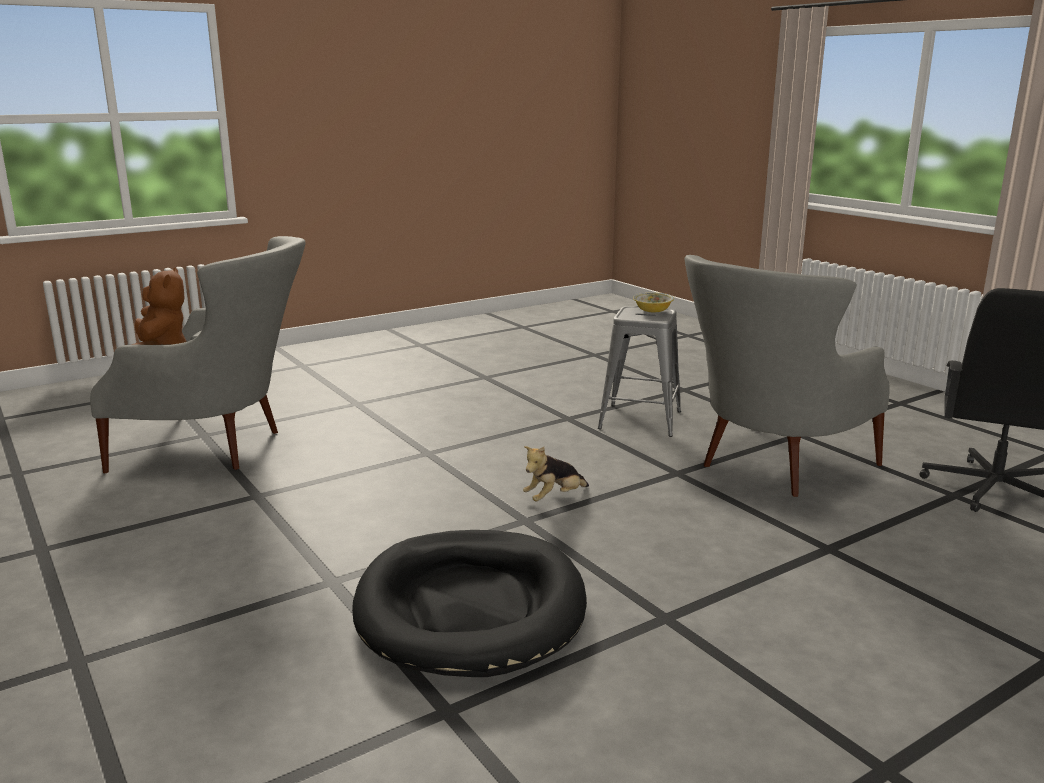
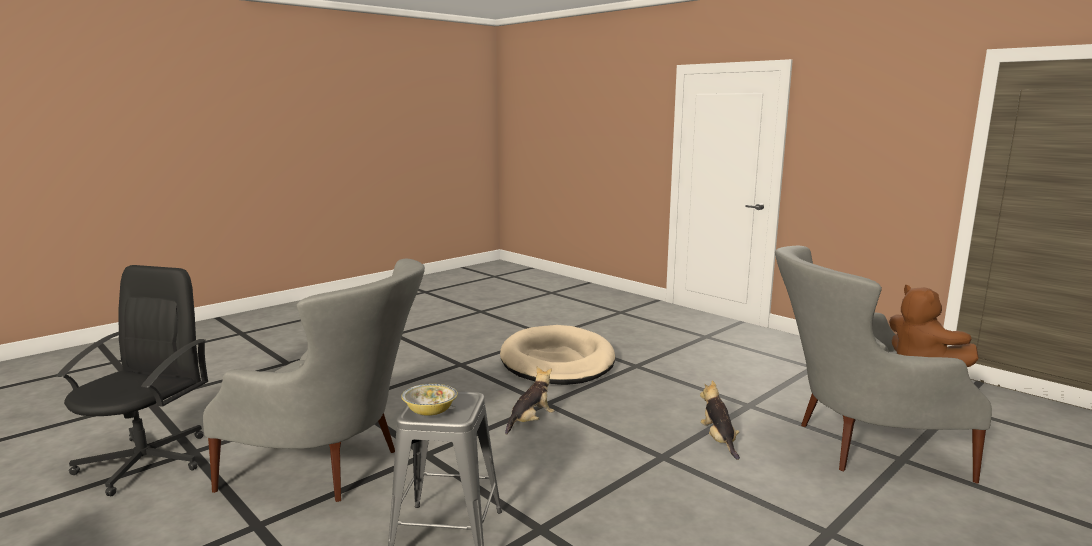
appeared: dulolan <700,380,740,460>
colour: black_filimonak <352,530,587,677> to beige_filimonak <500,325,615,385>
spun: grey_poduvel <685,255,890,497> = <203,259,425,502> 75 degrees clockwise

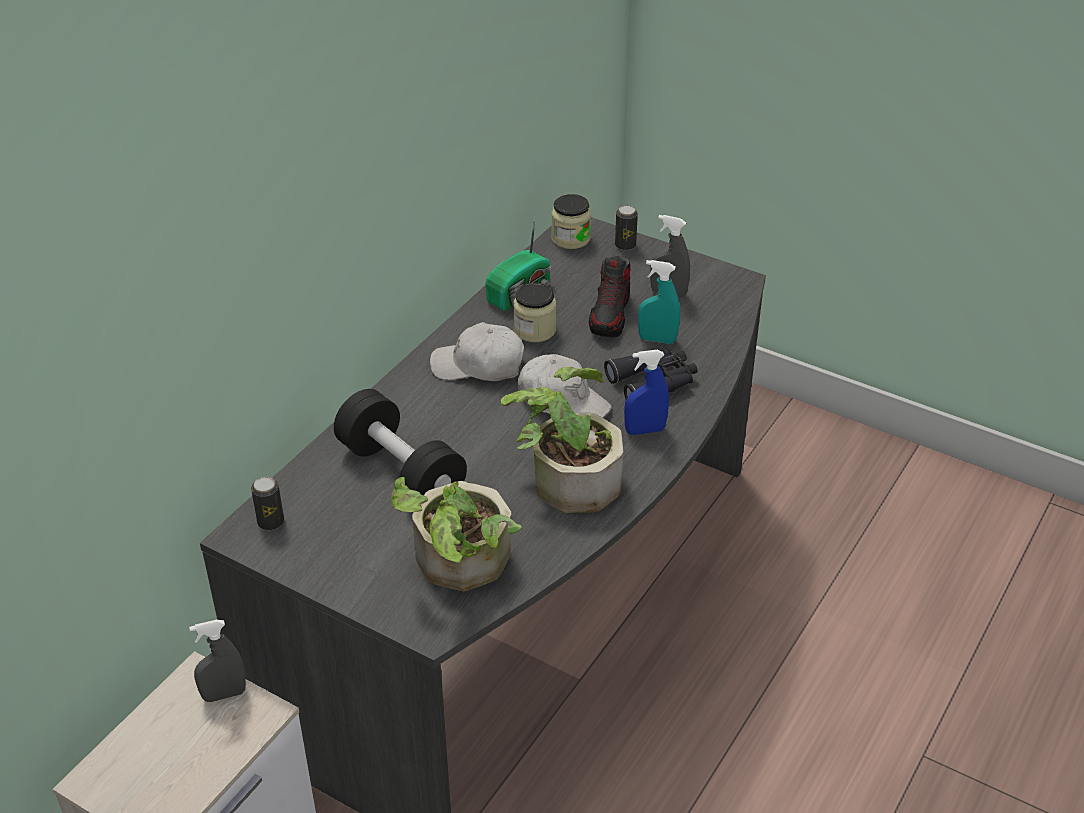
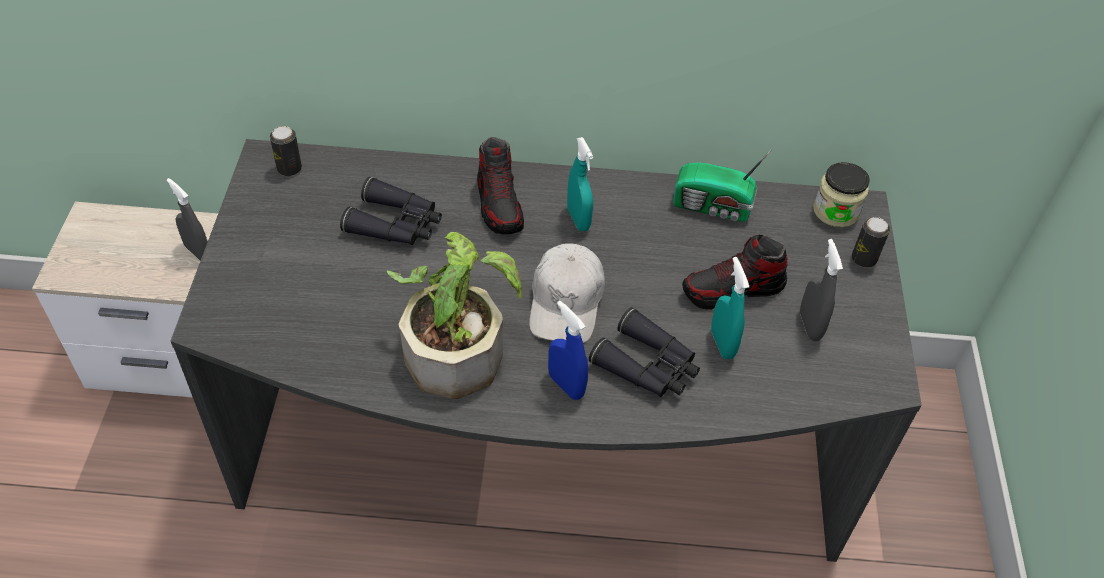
missing: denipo <391,477,522,592>; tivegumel <513,283,556,342>
appeared: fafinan <477,137,524,234>
exchanged: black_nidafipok <334,389,467,495> to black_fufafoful <340,177,442,245>; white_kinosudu <430,322,524,381> to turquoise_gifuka <567,137,593,231>

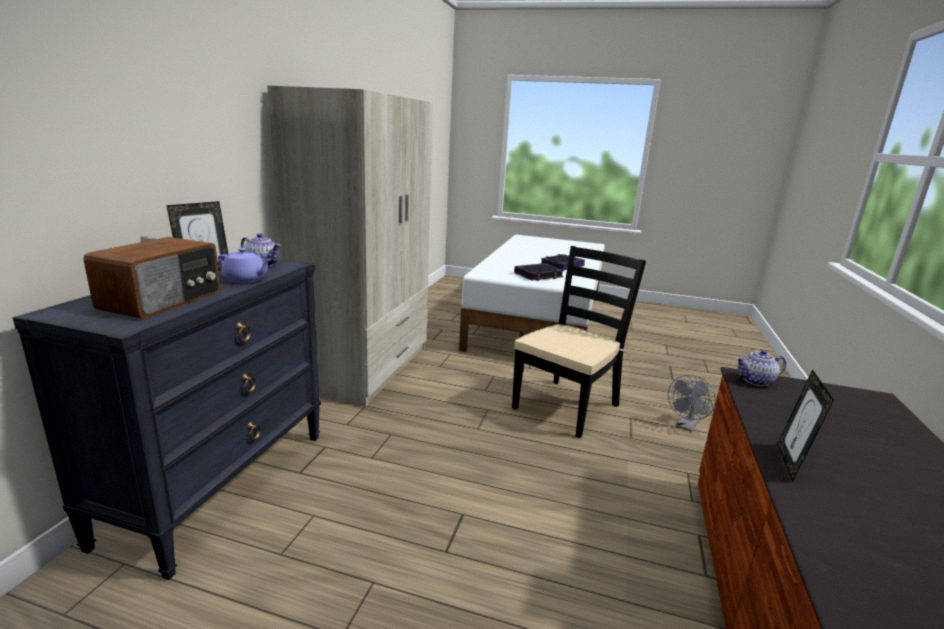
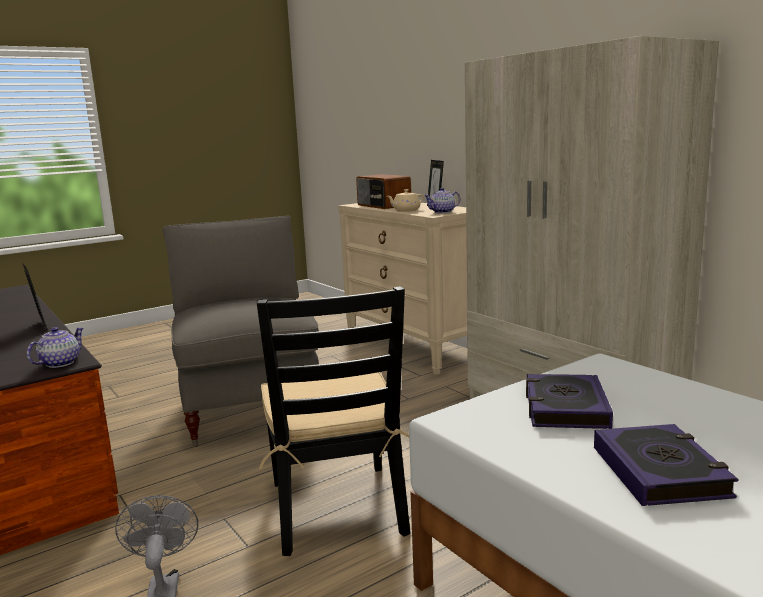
appeared: grey_poduvel <163,216,319,447>
colour: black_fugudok <13,259,321,580> to beige_fugudok <338,203,467,375>; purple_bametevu <218,248,272,283> to beige_bametevu <387,189,424,212>

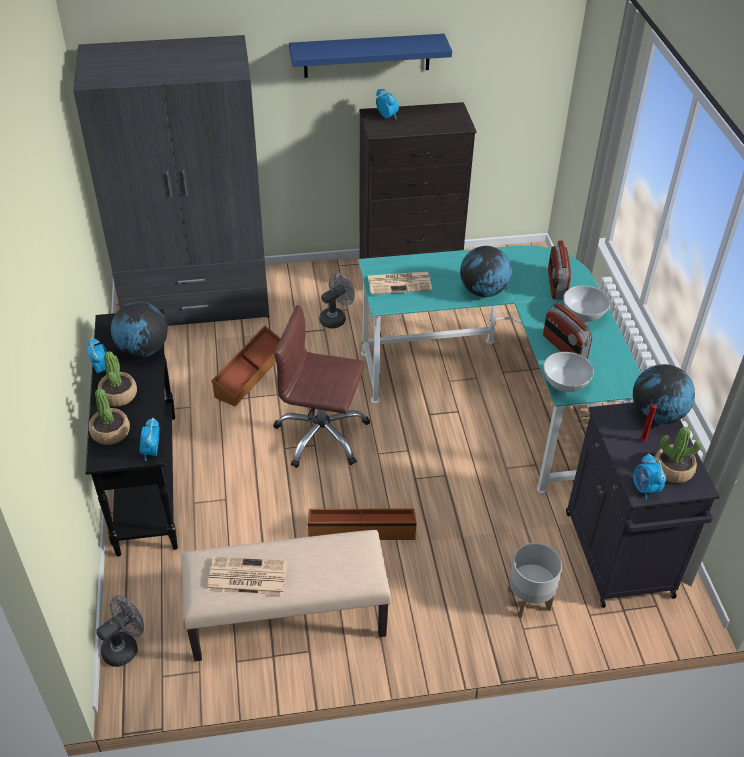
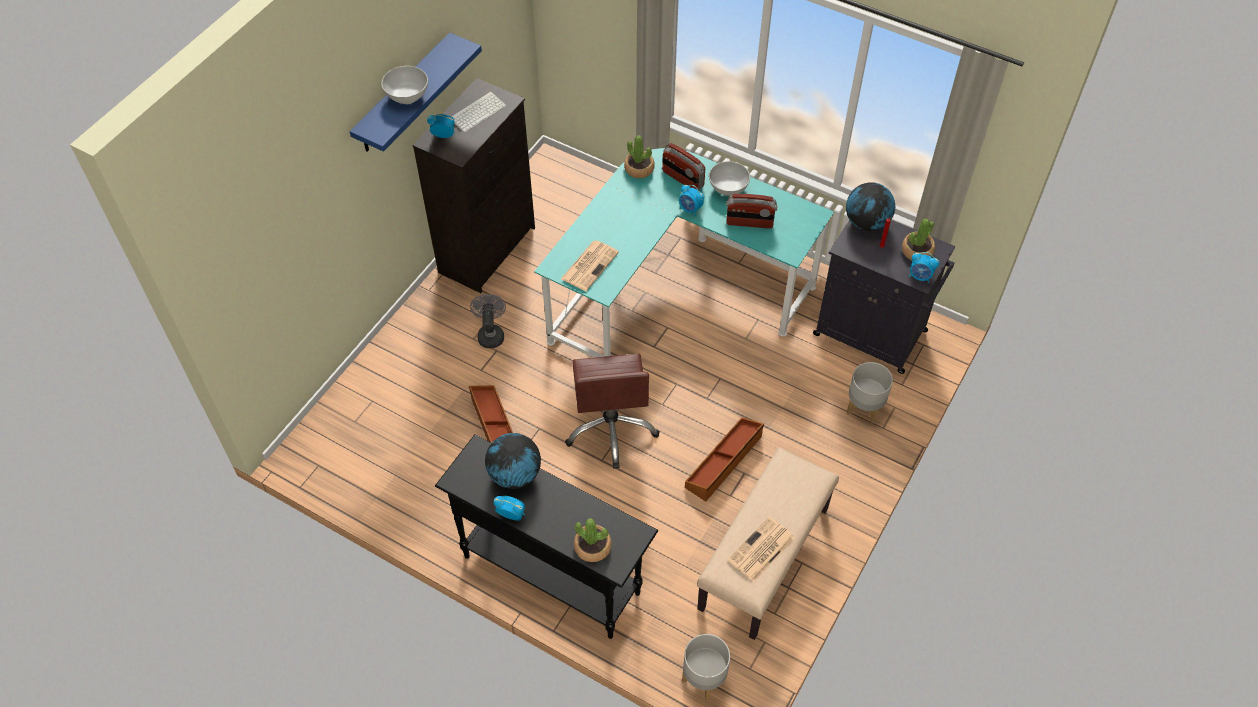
missing: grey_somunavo <73,35,269,326>; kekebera <460,246,511,297>
appeared: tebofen <452,92,506,133>
relocated: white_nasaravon <543,352,594,392> to <381,66,428,104>; denipo <98,351,137,407> to <624,135,655,178>; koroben <139,417,160,461> to <679,184,704,216>
exchanged: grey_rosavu <96,595,144,667> to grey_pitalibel <682,634,730,700>
spun: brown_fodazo <273,305,370,468> = <565,353,660,469> 60 degrees counterclockwise

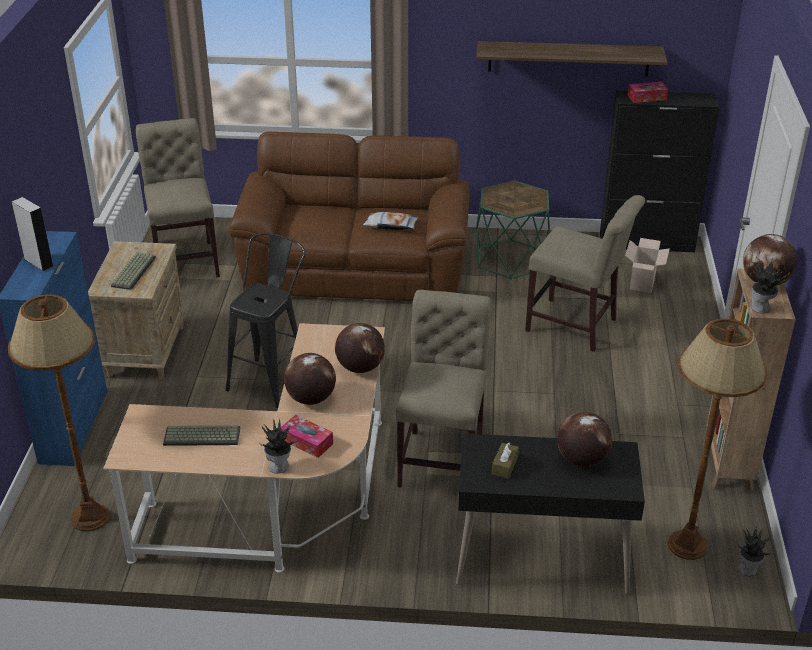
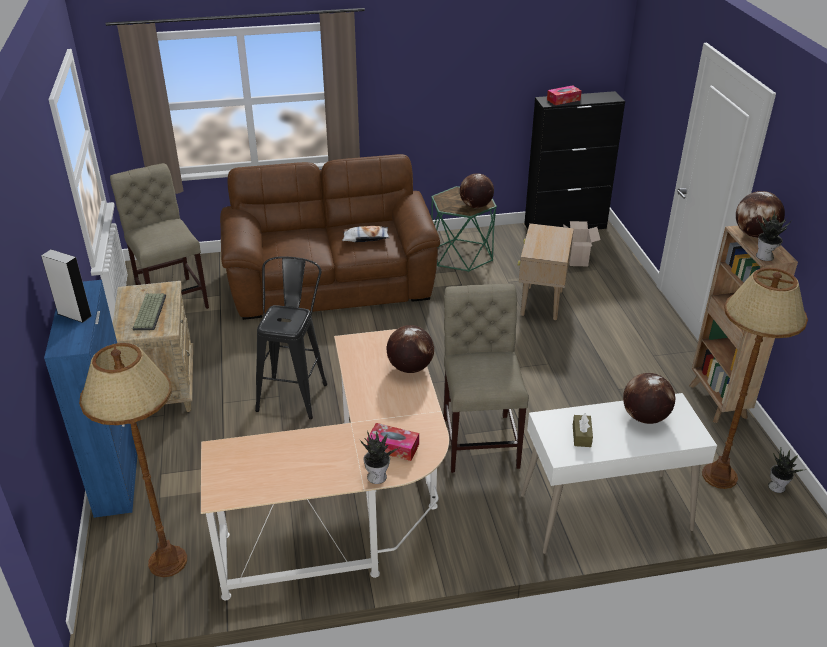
missing: tebofen <163,425,240,446>; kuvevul <477,41,667,76>
relocated: kekebera <284,353,336,405> to <460,173,494,208>
exchanged: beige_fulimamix <525,195,645,352> to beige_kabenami <518,223,574,320>
colour: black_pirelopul <456,433,645,595> to white_pirelopul <521,393,717,554>

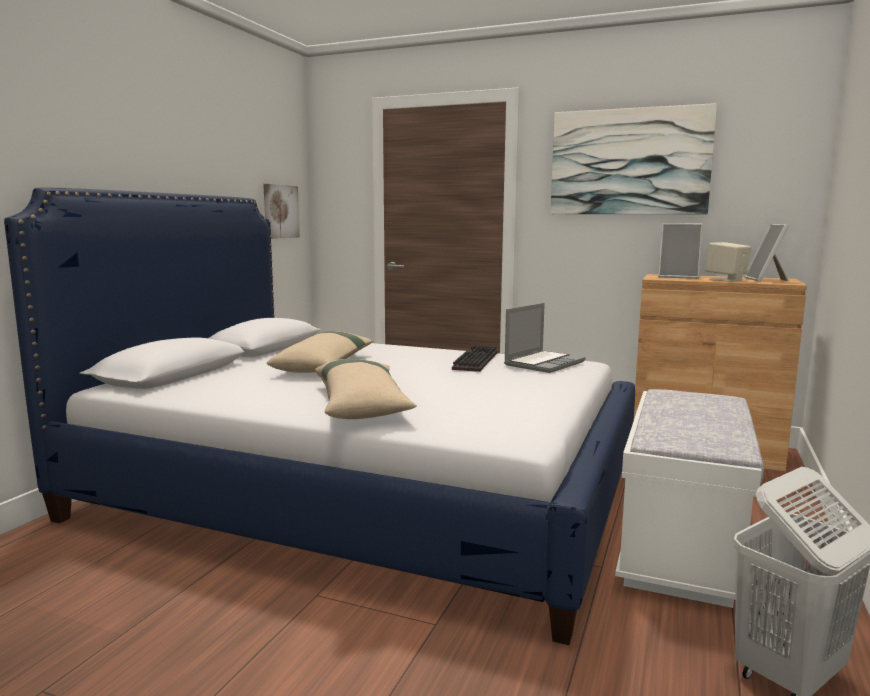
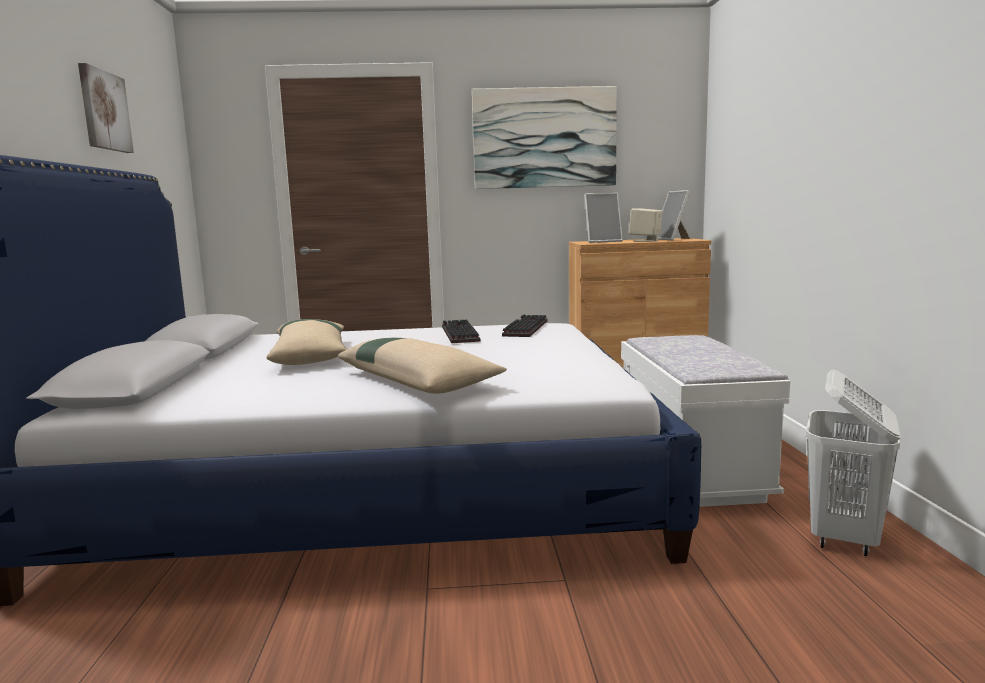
relocated: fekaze <263,184,300,239> to <78,63,134,153>
exchanged: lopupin <504,303,586,373> to tebofen <502,315,547,337>

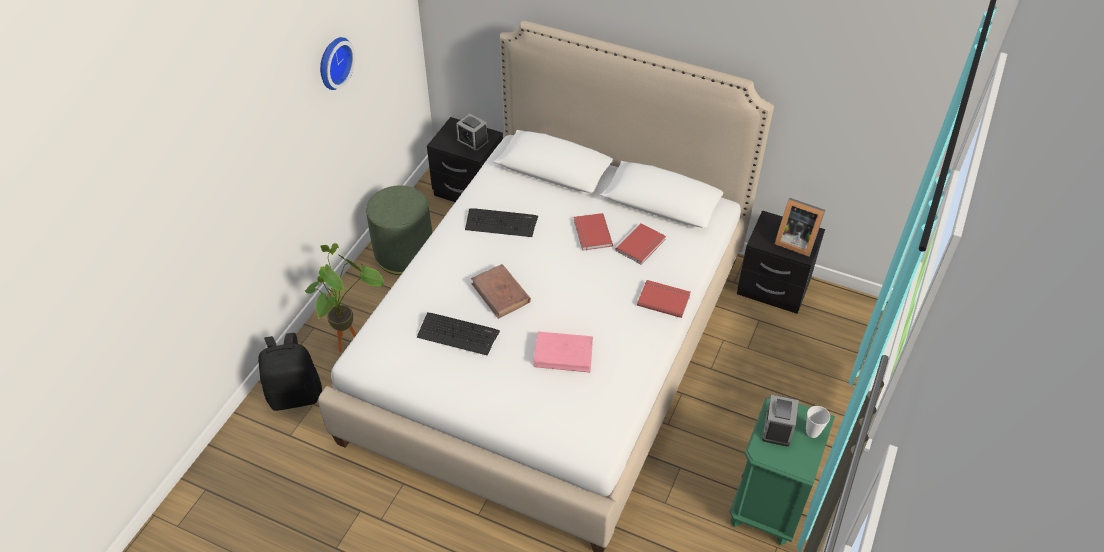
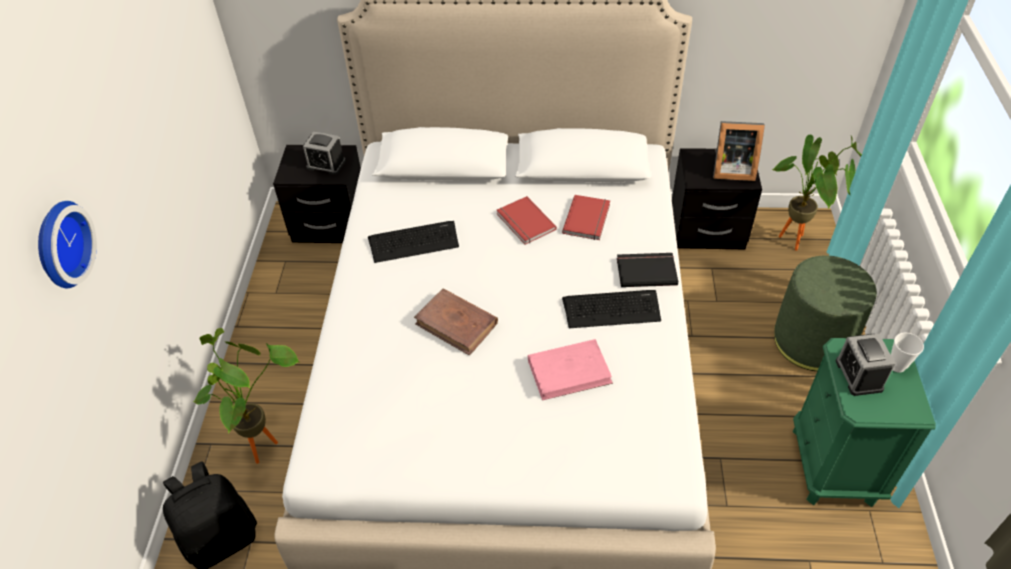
appeared: denipo <772,135,862,250>
relocated: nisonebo <320,37,355,90> to <38,201,97,288>; tebofen <417,313,500,355> to <562,290,661,328>; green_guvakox <366,185,432,275> to <774,256,877,371>
colour: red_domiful <637,280,691,318> to black_domiful <617,253,678,287>

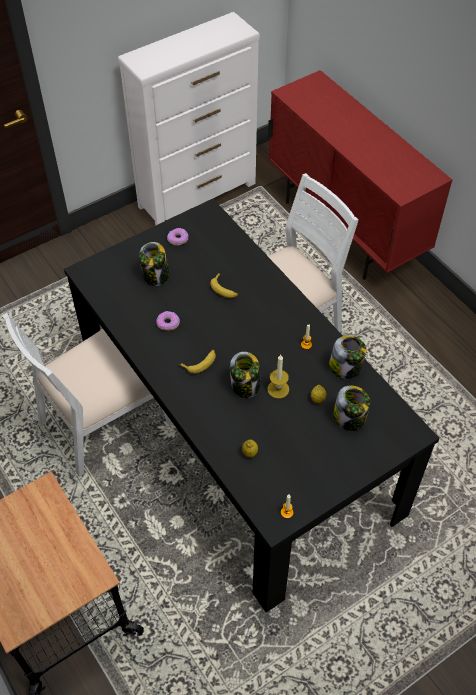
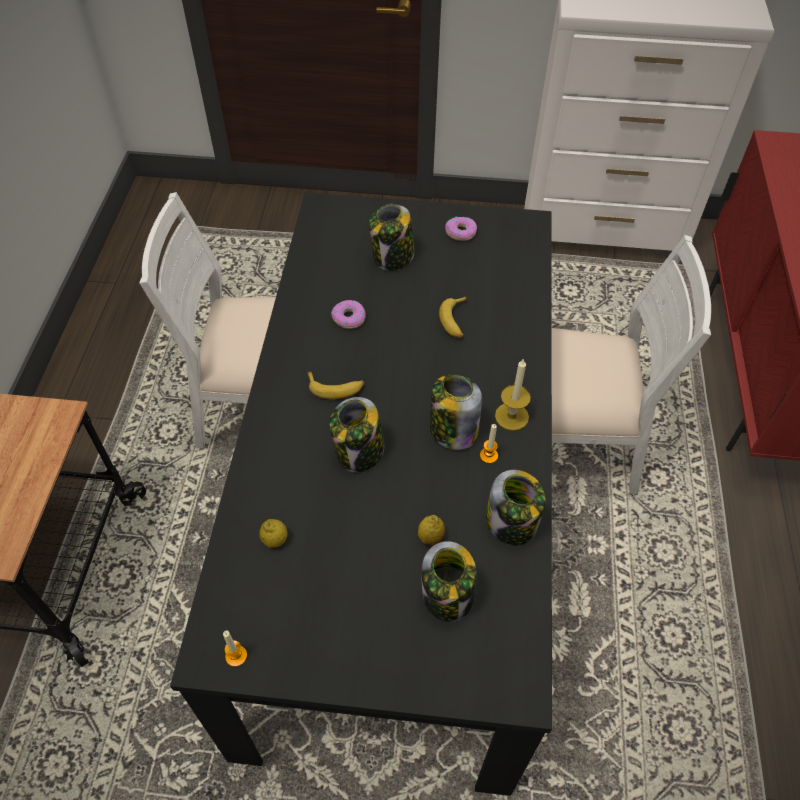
appeared: tivegumel <430,374,482,450>
relocated: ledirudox <267,355,289,399> to <495,358,531,431>

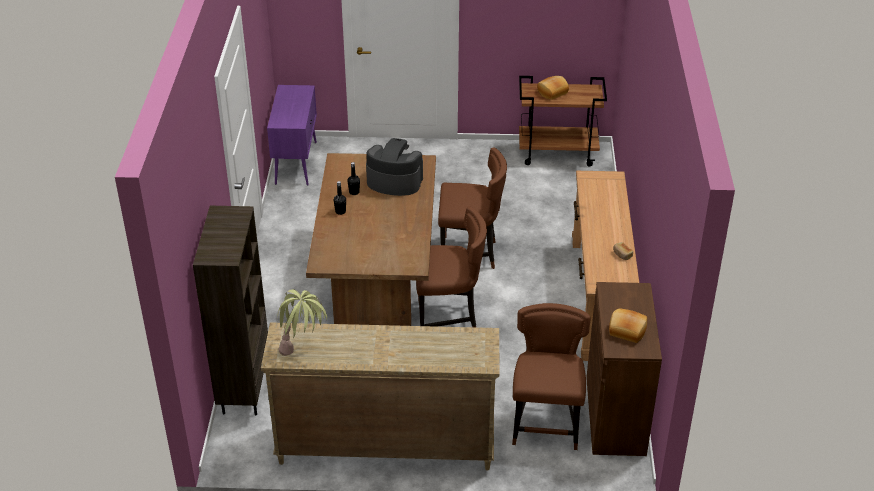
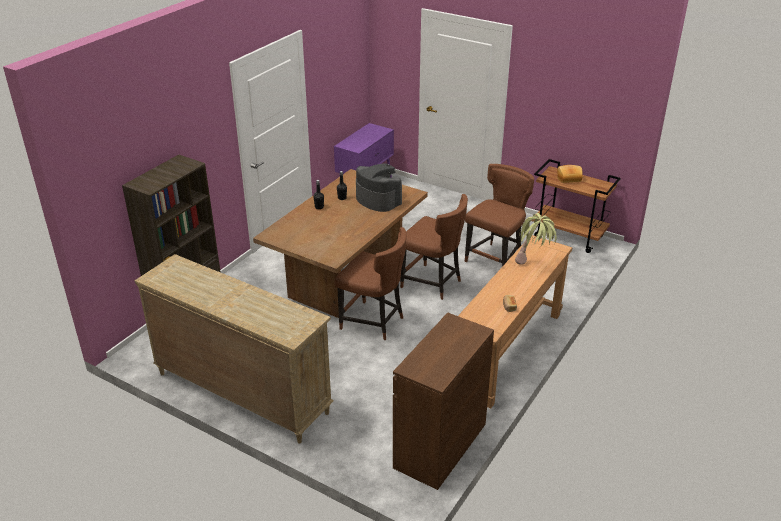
missing: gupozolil <609,308,647,343>
relocated: brown_fulimamix <512,303,591,450> to <465,164,534,266>; denipo <277,289,327,356> to <515,213,557,265>

